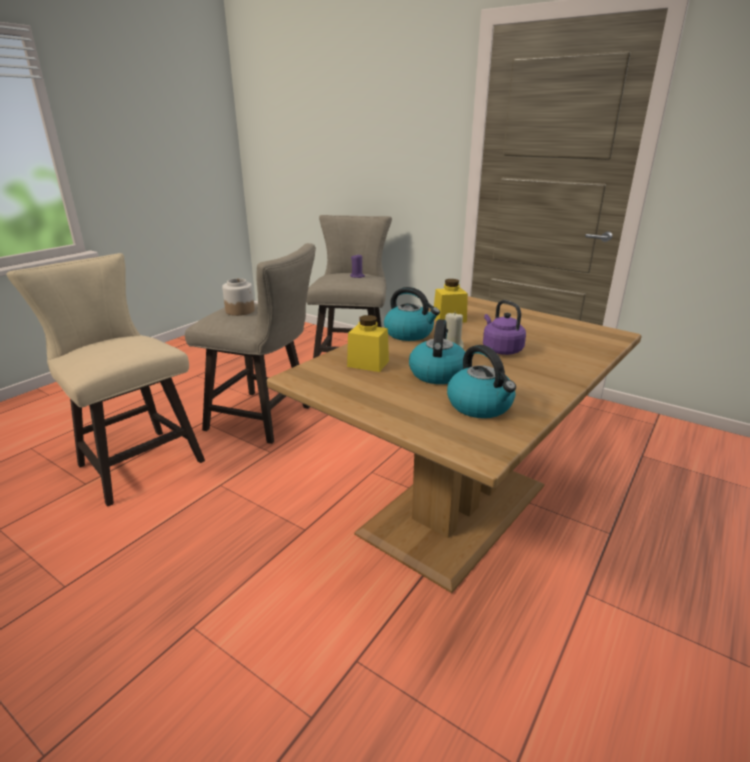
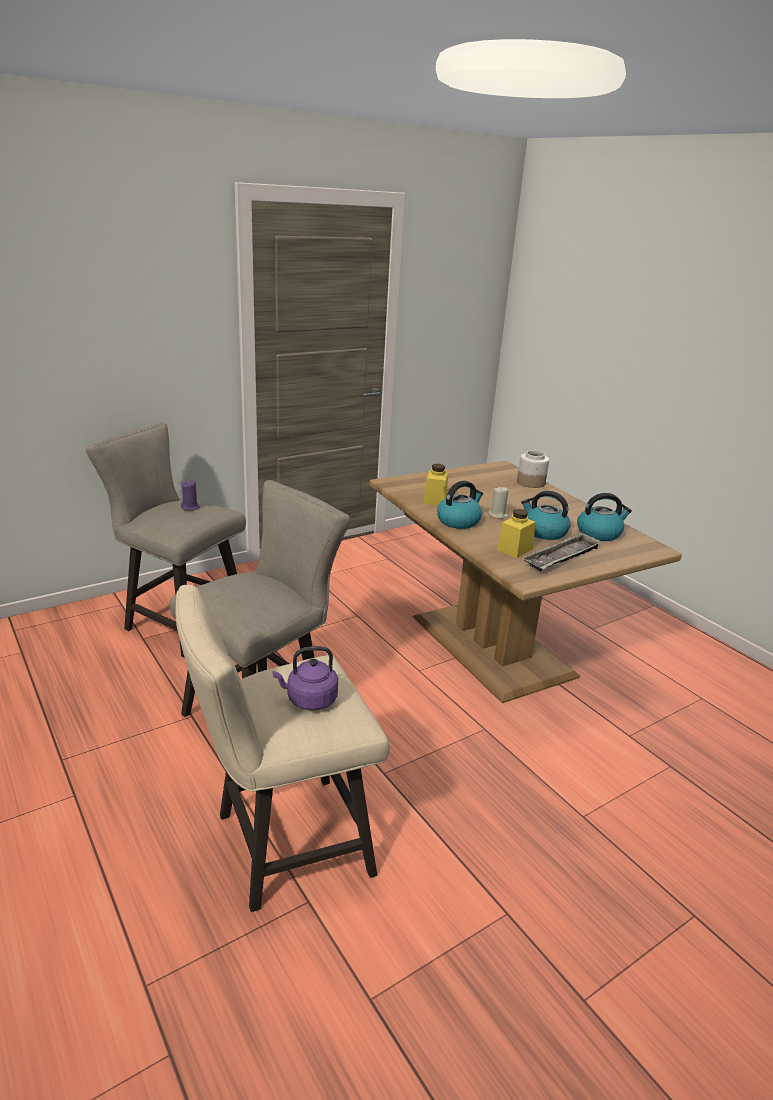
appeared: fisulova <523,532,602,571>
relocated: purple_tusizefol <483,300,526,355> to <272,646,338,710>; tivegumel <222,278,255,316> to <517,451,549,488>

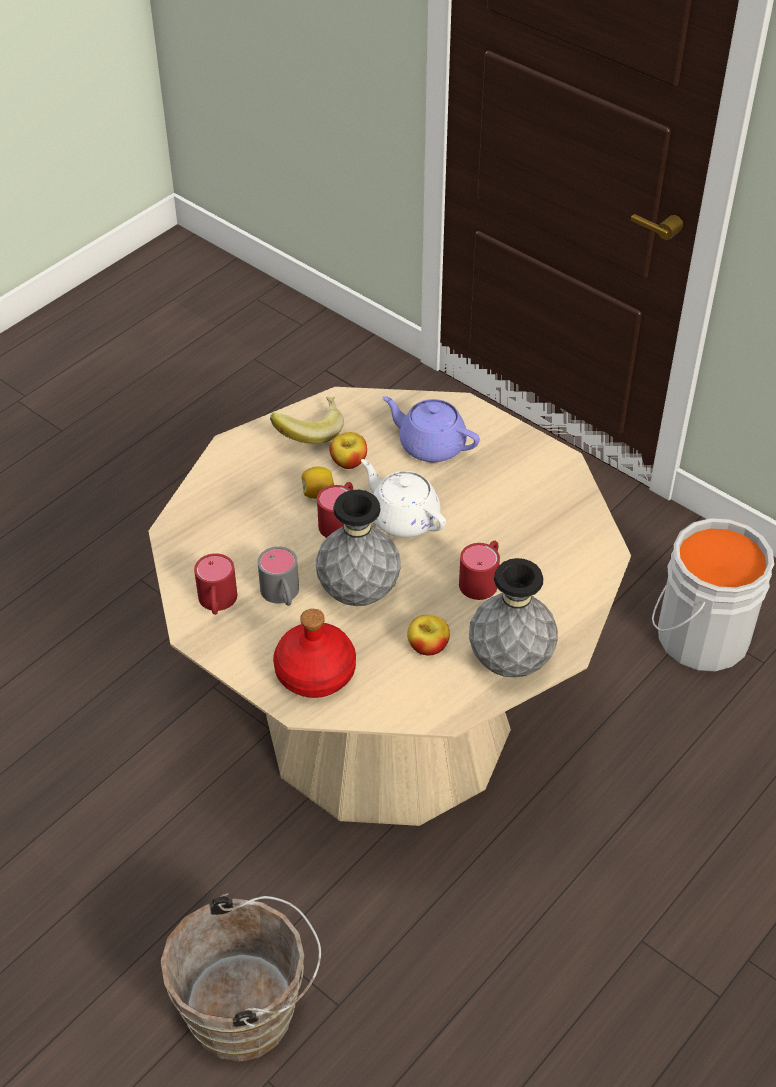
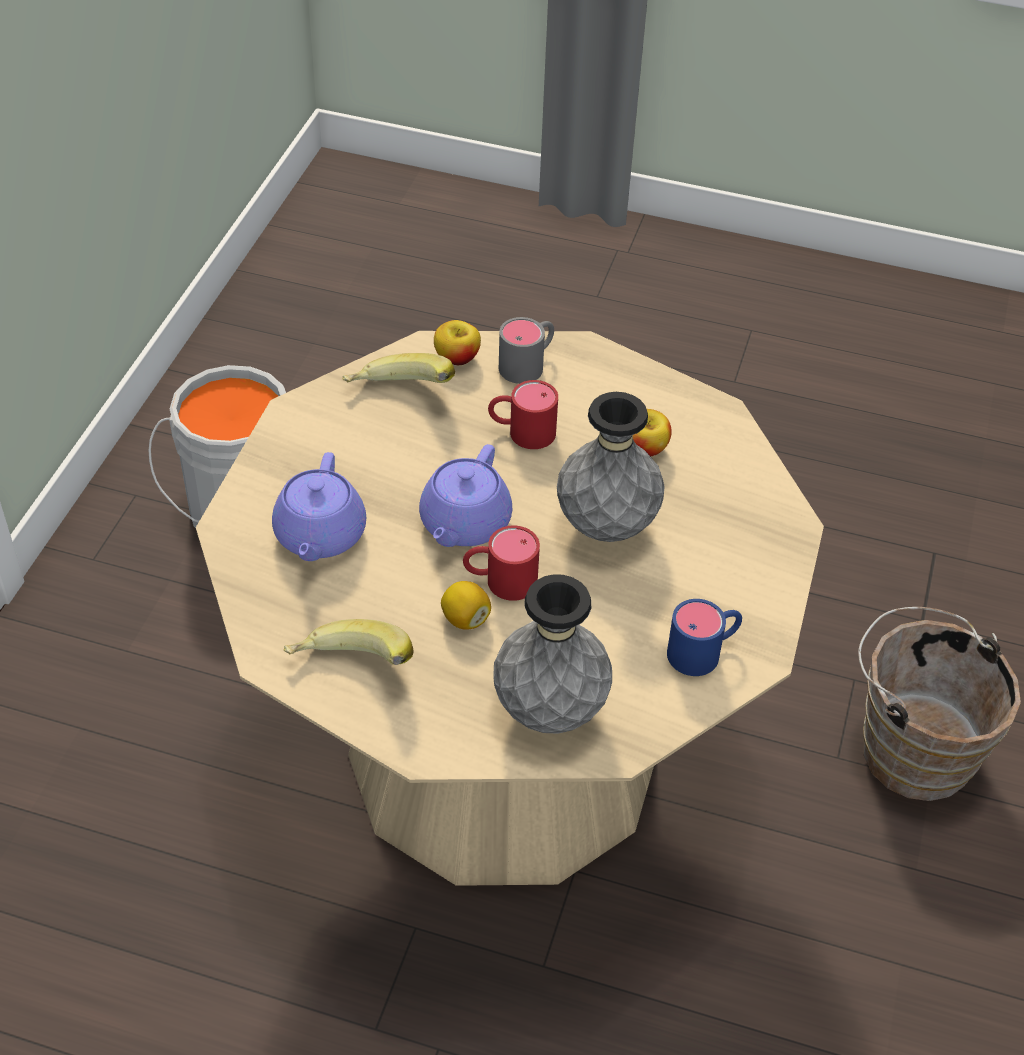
missing: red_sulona <273,609,356,698>
appeared: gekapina <342,353,455,383>
relocated: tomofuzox <329,432,367,469> to <434,320,481,365>; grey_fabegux <469,558,558,678> to <493,574,612,734>; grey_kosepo <258,546,299,606> to <499,317,554,384>
colour: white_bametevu <361,459,446,538> to purple_bametevu <419,444,512,547>; red_kosepo <194,553,237,615> to blue_kosepo <667,599,742,676>

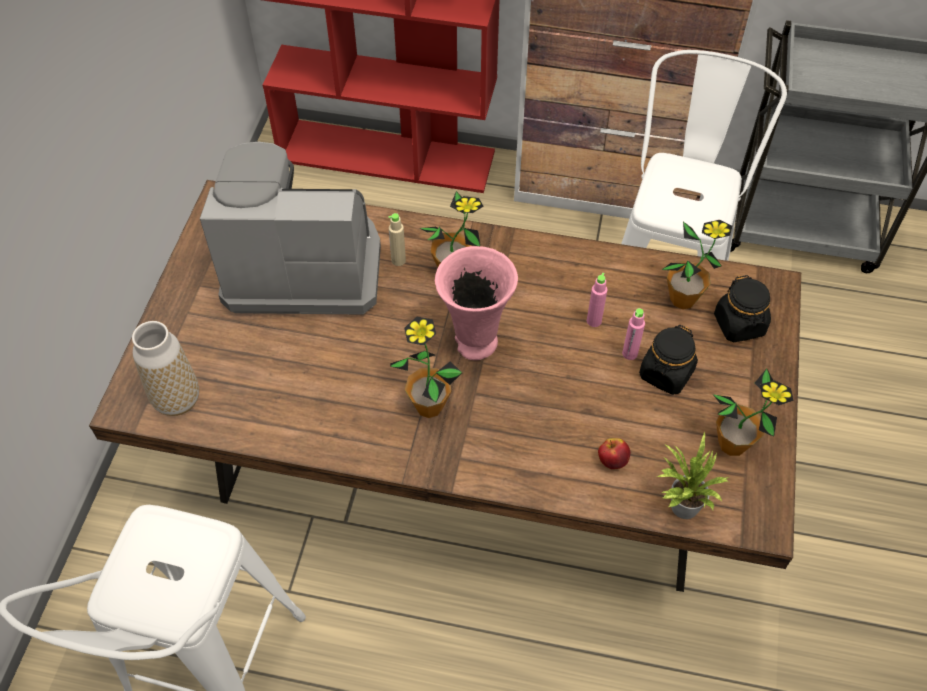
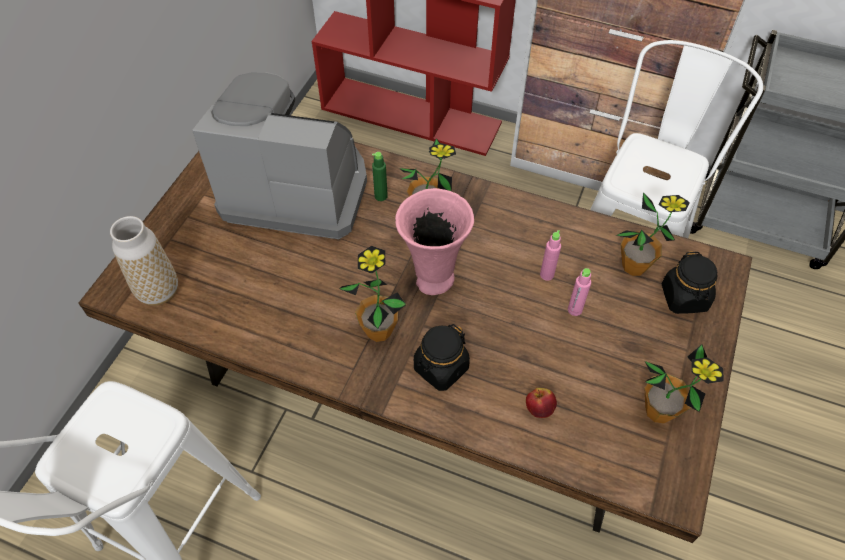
missing: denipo <657,431,729,519>
relocated: black_tivegumel <639,325,698,395> to <414,324,470,391>
colour: beige_sulona <388,213,406,266> to green_sulona <372,152,388,201>

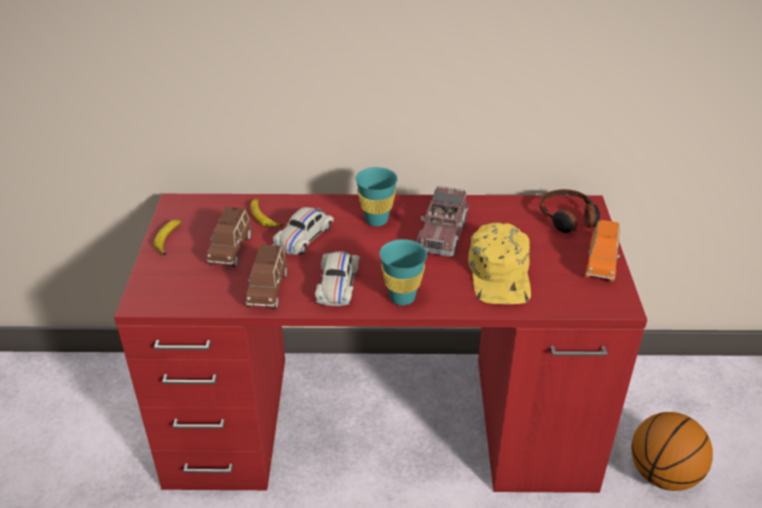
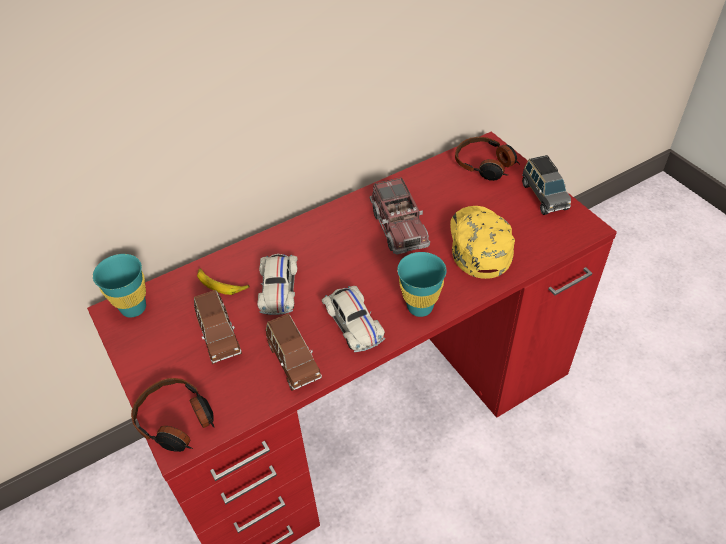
missing: gekapina <154,220,182,255>; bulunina <631,412,713,491>
appeared: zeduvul <131,378,215,452>
relocated: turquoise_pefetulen <355,167,398,226> to <93,254,146,318>
colour: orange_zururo <585,220,620,282> to grey_zururo <522,155,571,215>
spun: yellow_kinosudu <468,223,531,304> = <450,206,515,279> 150 degrees counterclockwise

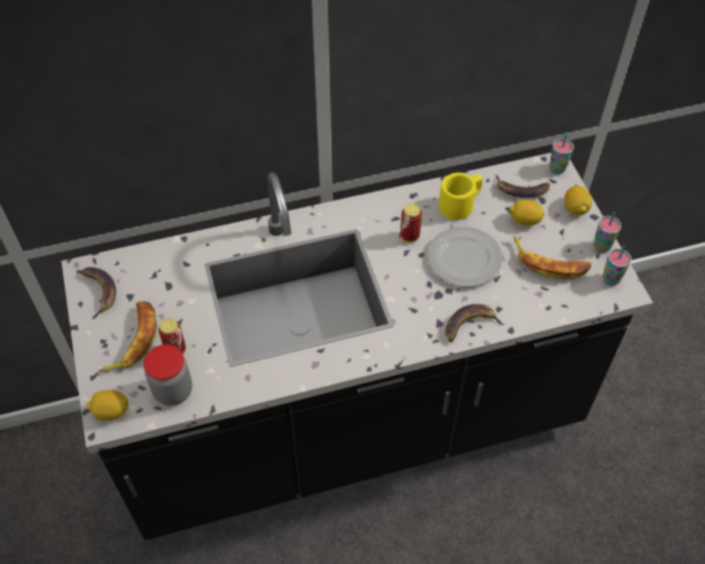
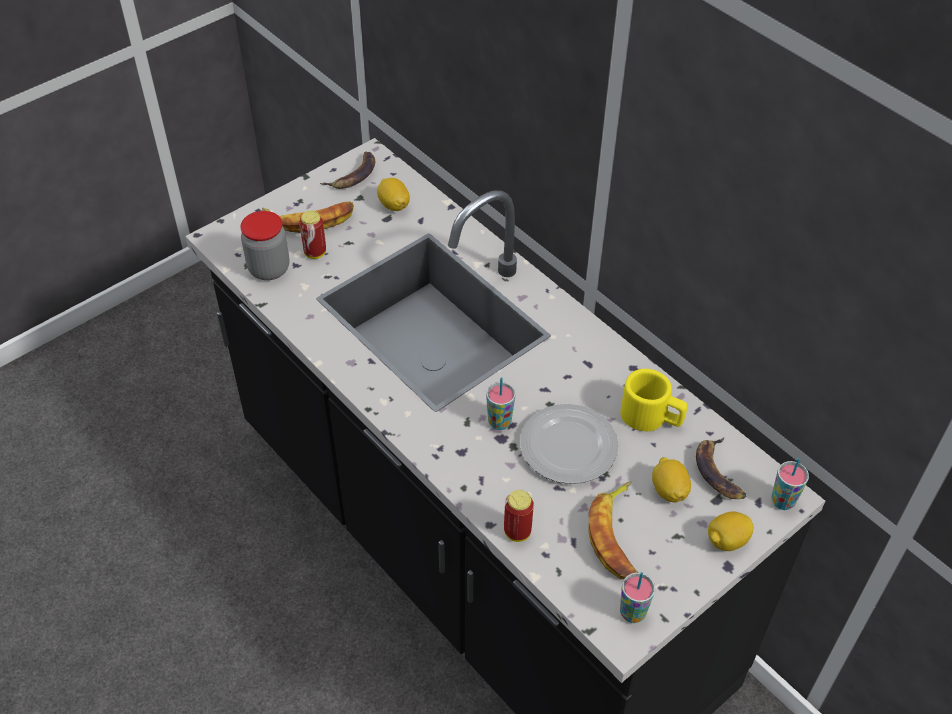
missing: gekapina <445,304,505,342>
relocated: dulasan <86,390,128,420> to <377,178,410,211>; pefetulen <593,212,621,253> to <486,377,516,430>; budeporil <400,204,422,243> to <504,490,534,542>

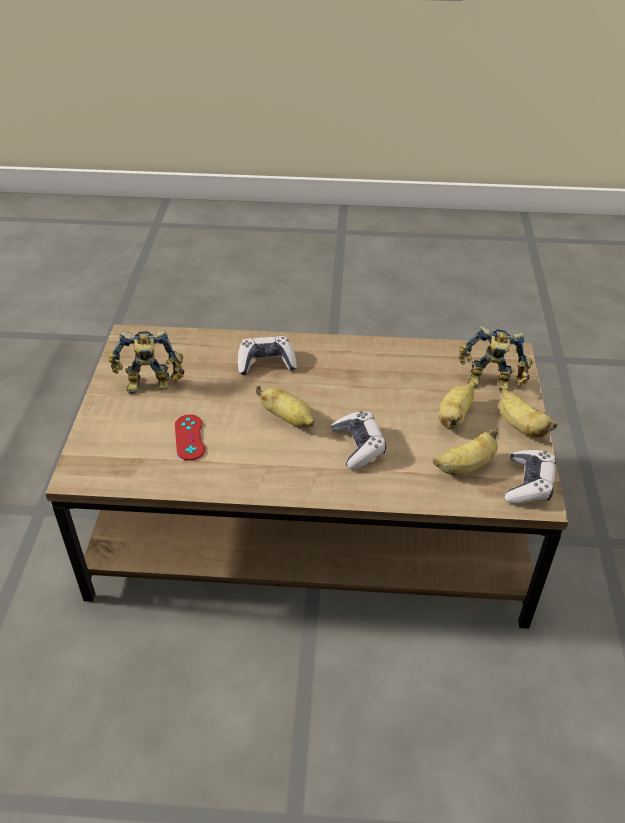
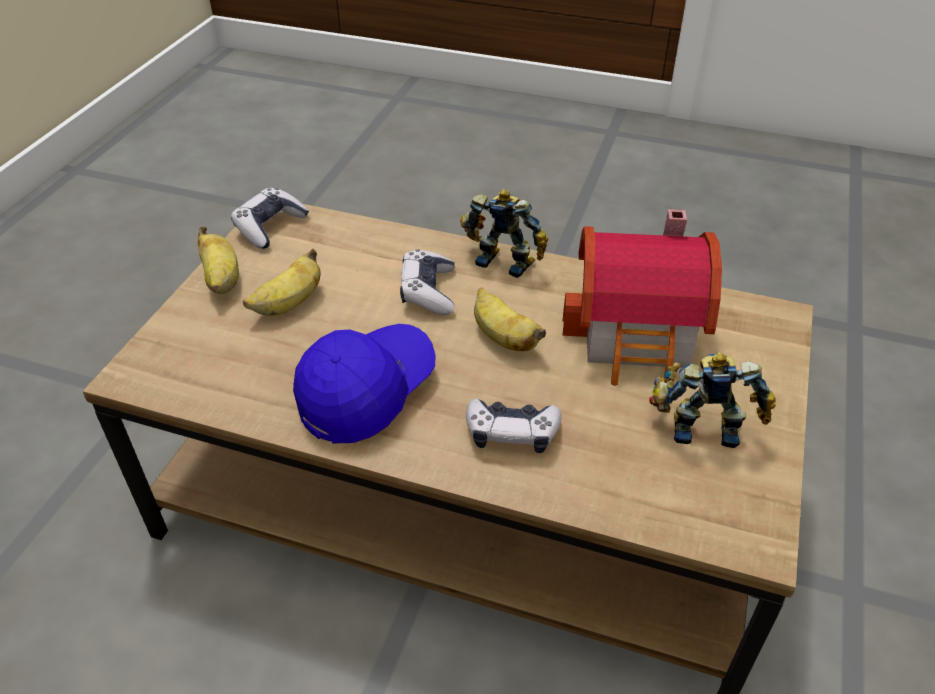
missing: gekapina <433,428,498,475>
appeared: blue_kinosudu <293,324,435,443>
relocated: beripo <459,326,533,390> to <460,189,548,278>
exchanged: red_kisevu <175,414,205,461> to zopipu <563,209,722,386>

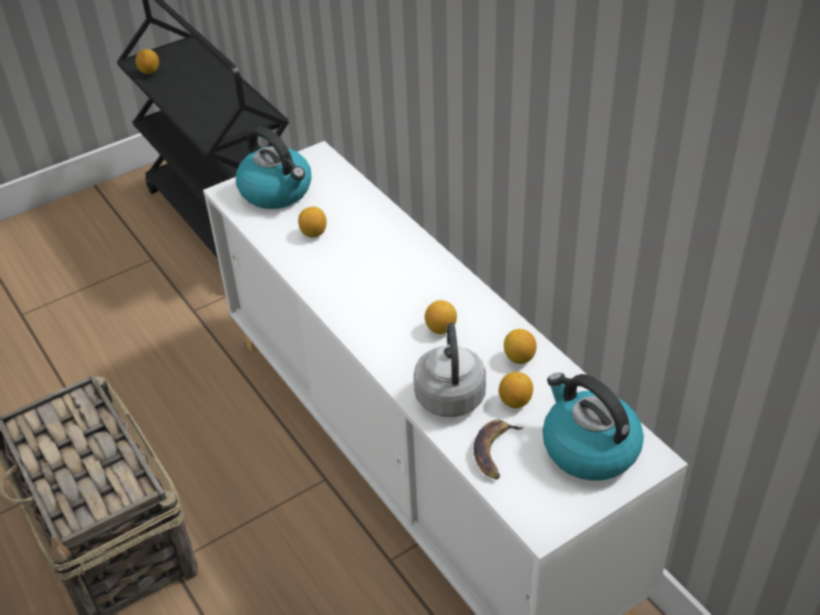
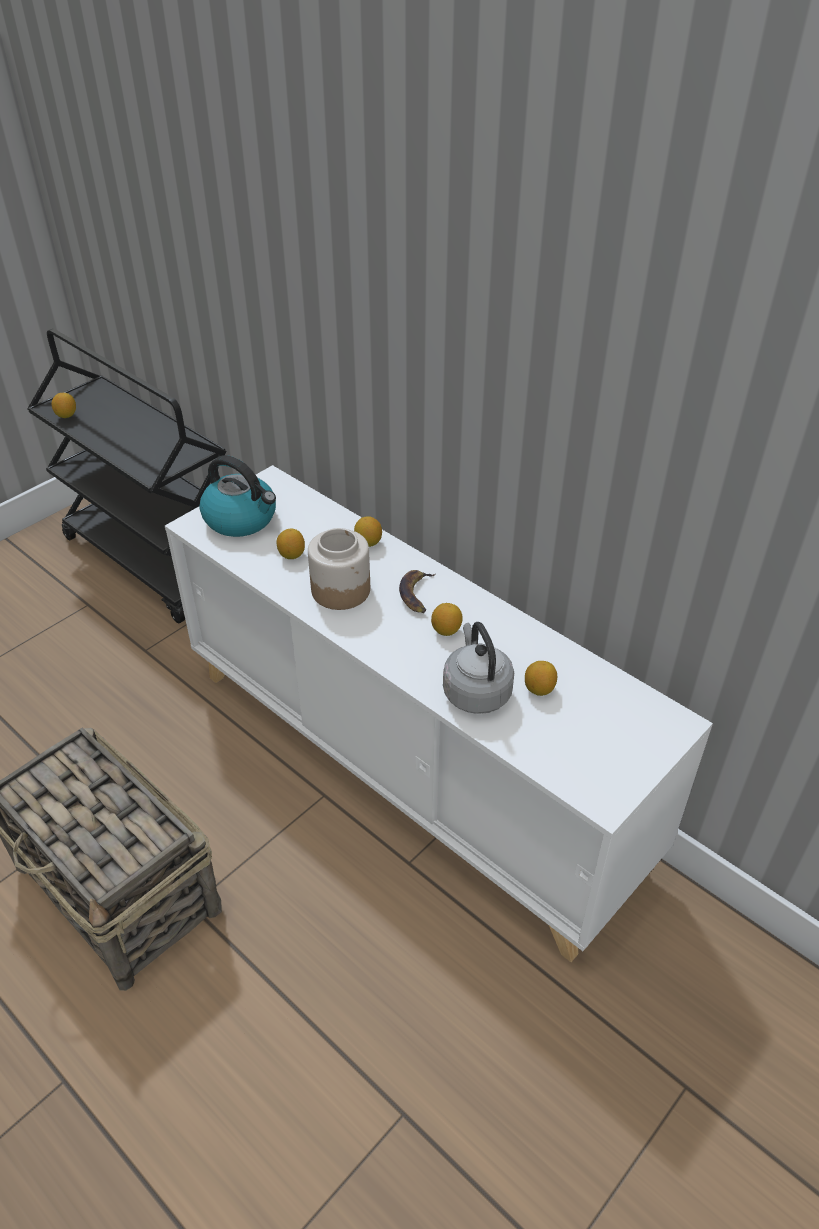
missing: tusizefol <542,373,644,481>
appeared: tivegumel <308,528,370,610>
relocated: dulasan <504,329,536,364> to <354,516,382,547>; gekapina <474,420,523,480> to <399,570,435,613>

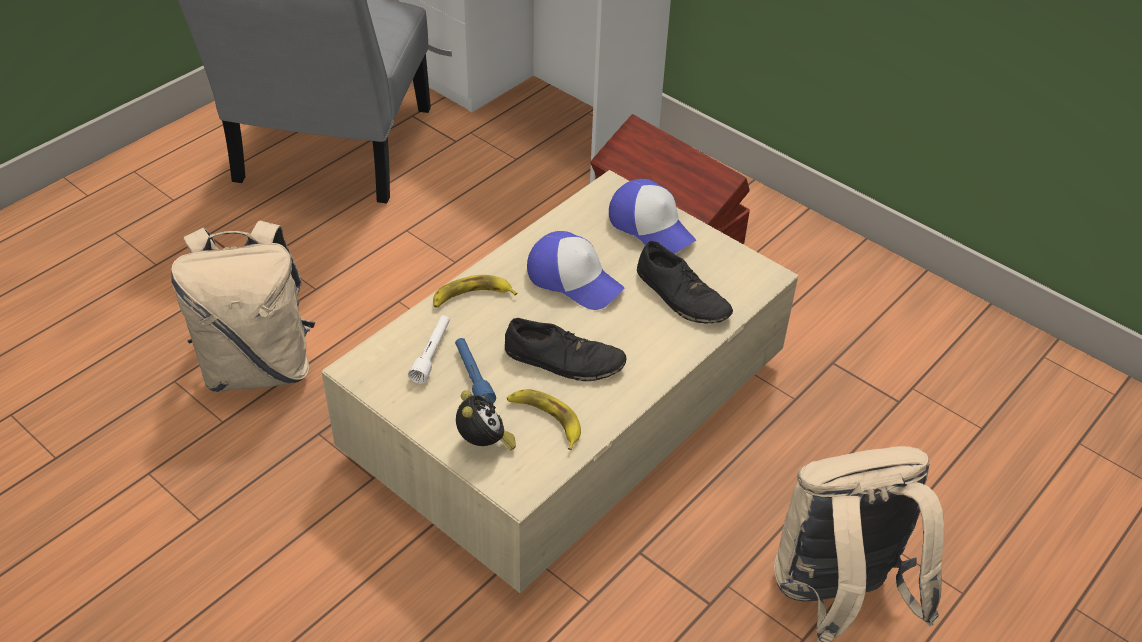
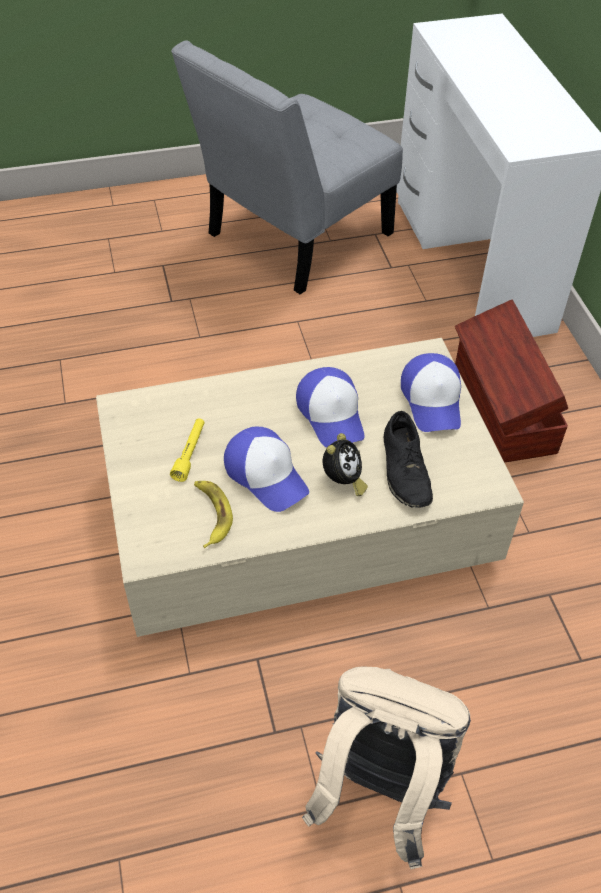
missing: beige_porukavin <171,221,315,392>; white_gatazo <408,315,450,384>; gekapina <433,275,518,308>
relocated: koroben <456,390,516,451> to <323,433,368,496>
exchanged: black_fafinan <505,318,626,381> to kinosudu <224,427,309,512>
colour: blue_gatazo <455,338,496,403> to yellow_gatazo <170,418,205,482>

